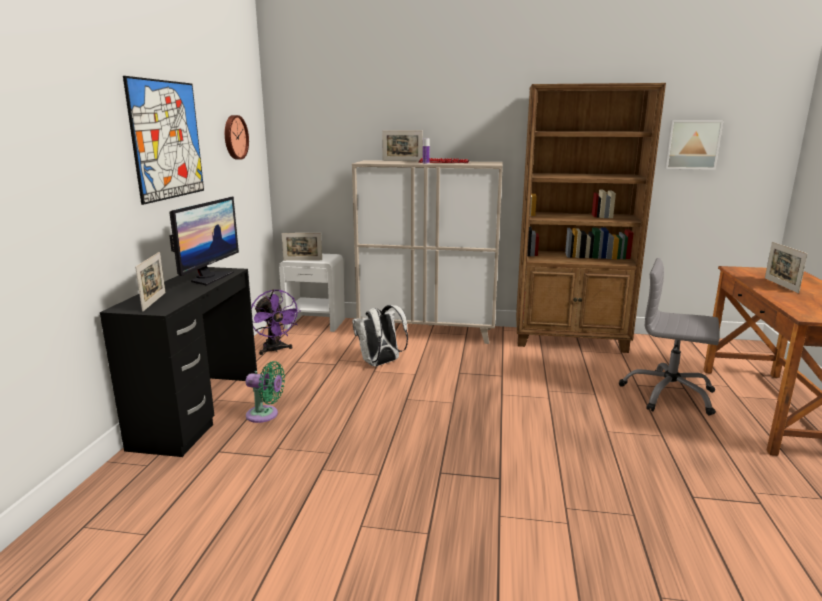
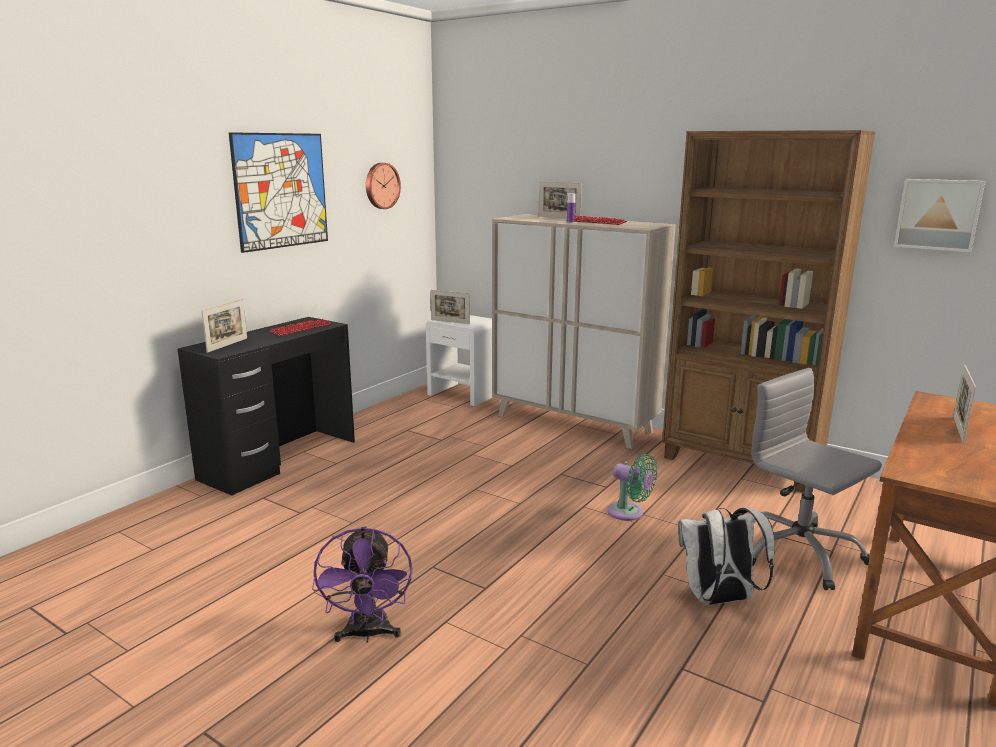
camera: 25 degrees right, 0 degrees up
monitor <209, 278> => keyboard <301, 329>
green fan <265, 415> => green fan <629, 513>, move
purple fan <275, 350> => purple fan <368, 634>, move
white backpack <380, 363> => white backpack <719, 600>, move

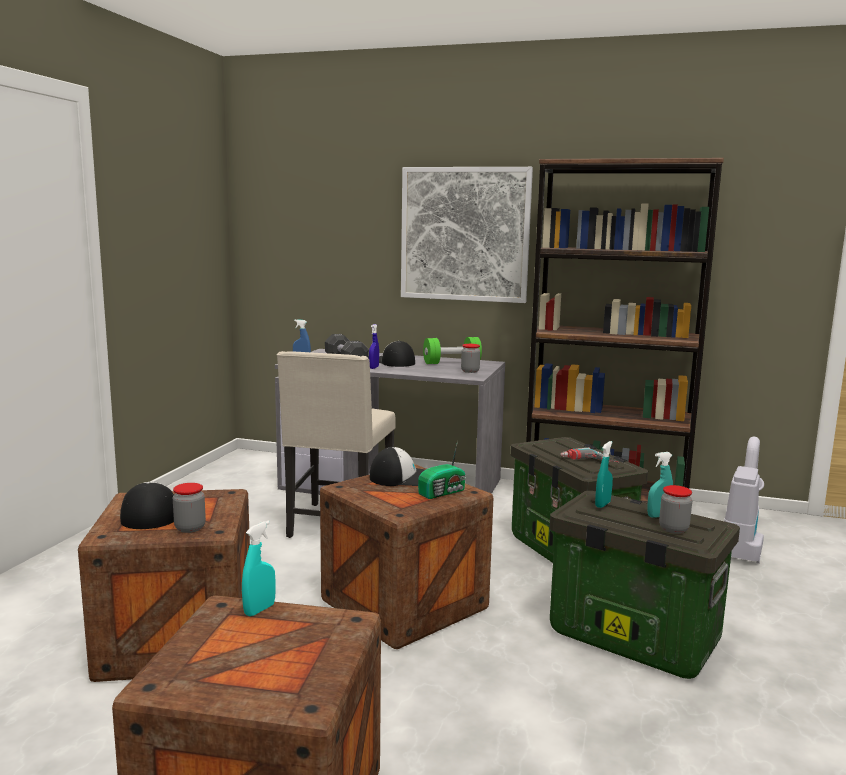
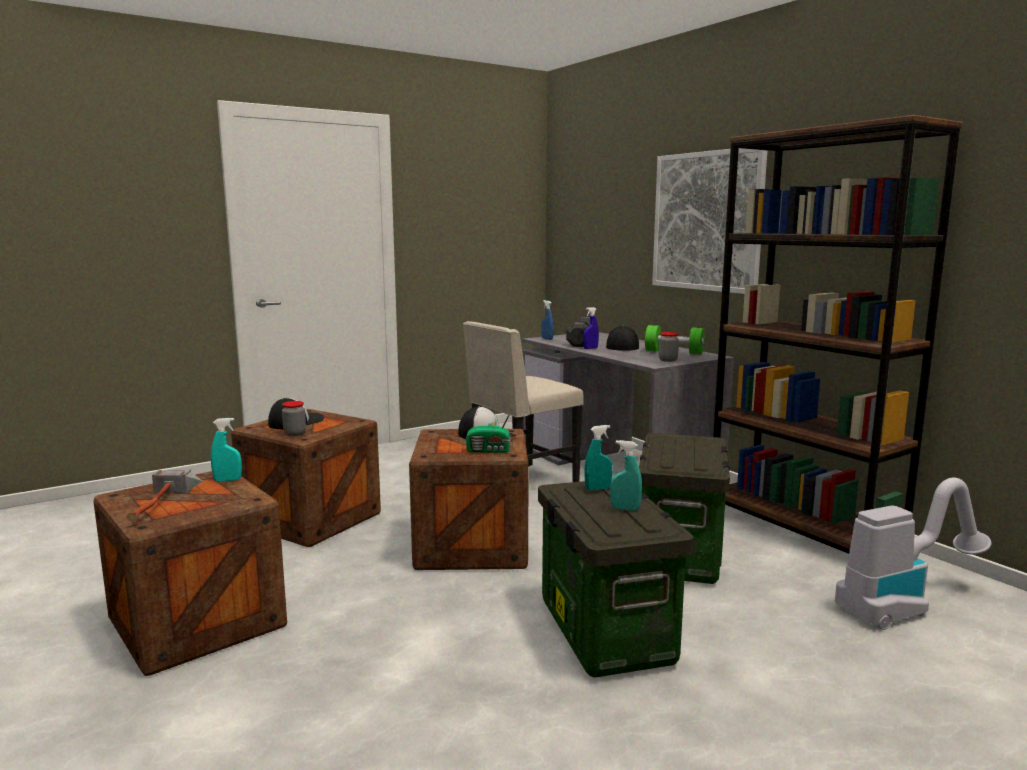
camera: 40 degrees right, 0 degrees up
power drill <588, 462> => nothing
jar <673, 529> => nothing
nothing => hammer <163, 506>

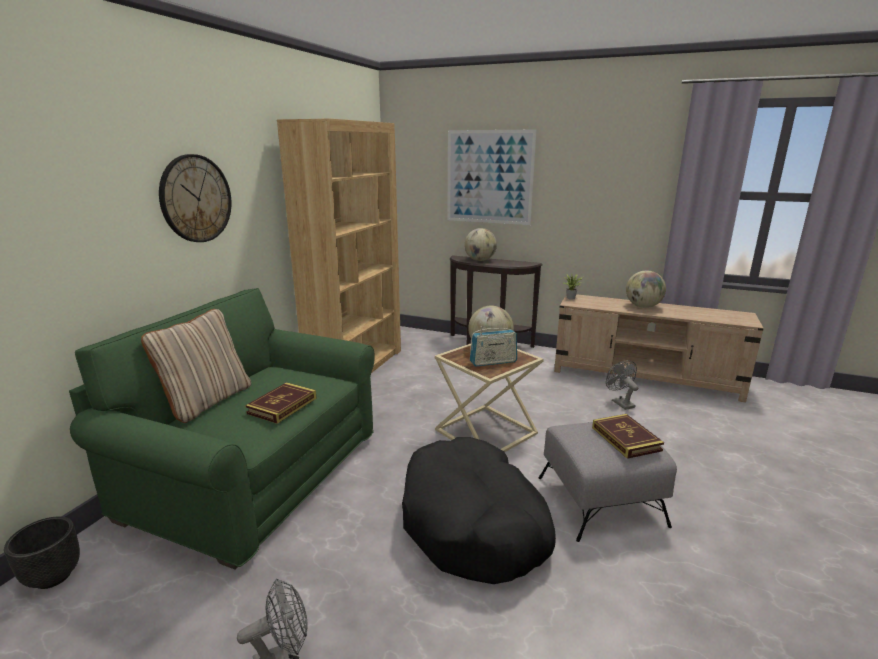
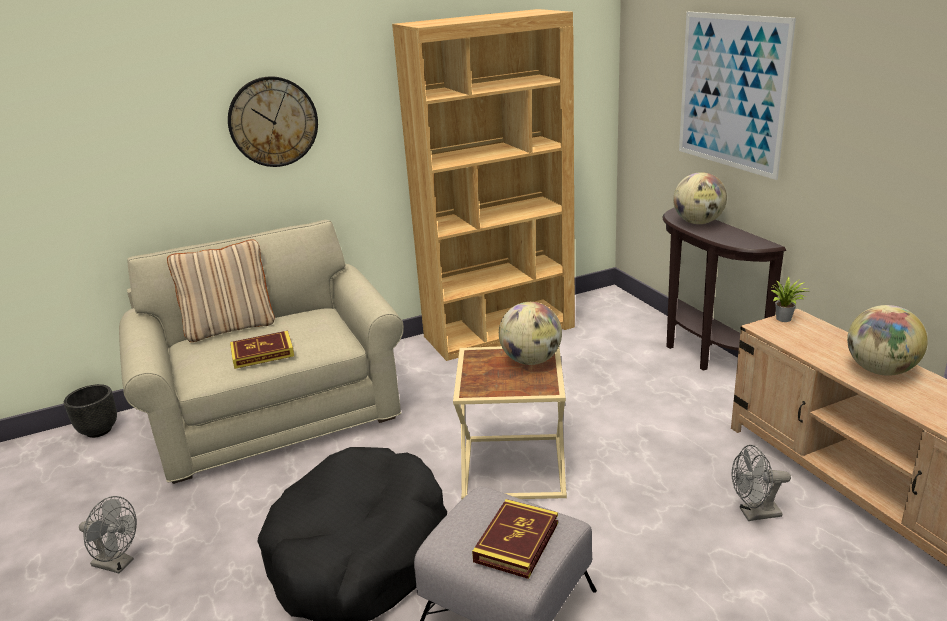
camera: 45 degrees right, 5 degrees up
green sofa <257, 475> => beige sofa <276, 413>
radio <493, 362> => nothing
grey fan <620, 402> => grey fan <754, 514>, 120 degrees counterclockwise

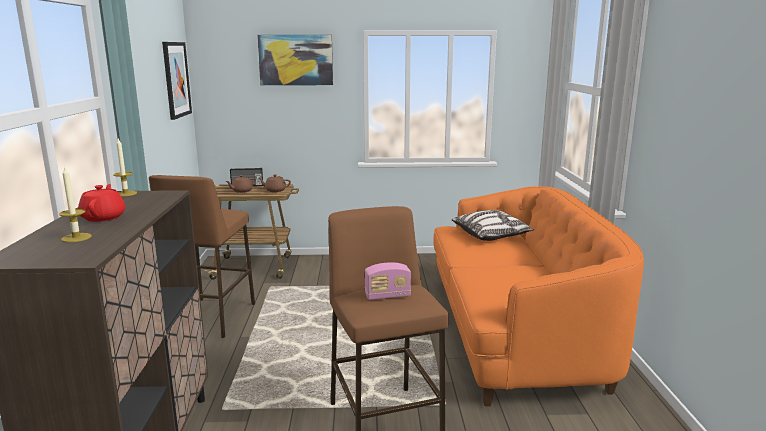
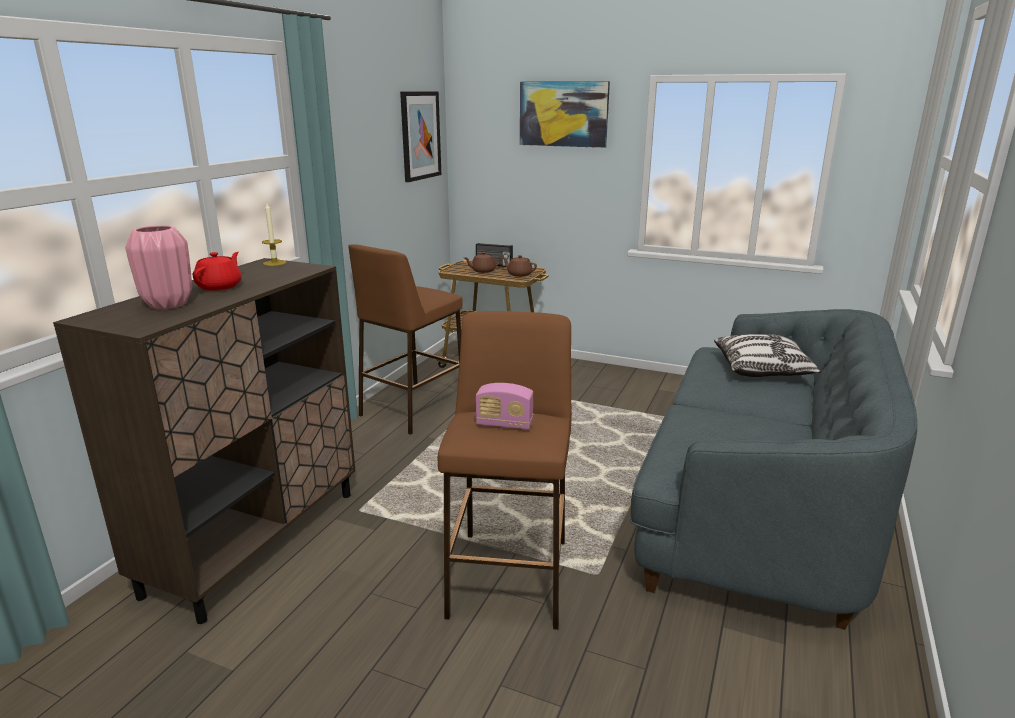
camera: 25 degrees right, 5 degrees up
candle <76, 237> => pink vase <169, 304>
orange sofa <514, 332> => grey sofa <757, 506>

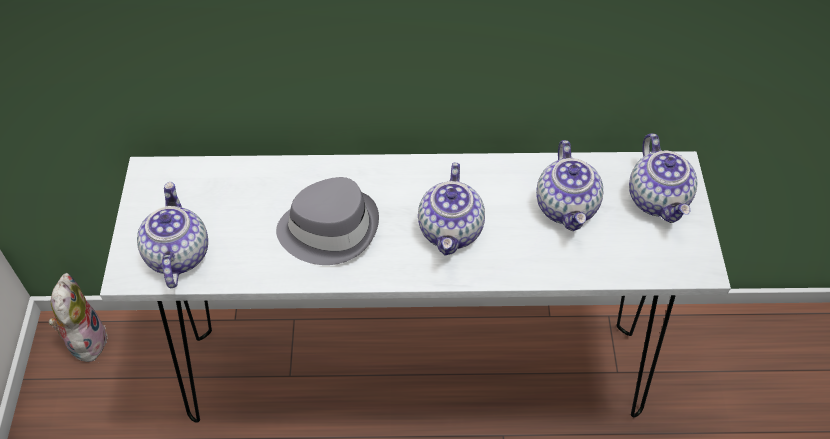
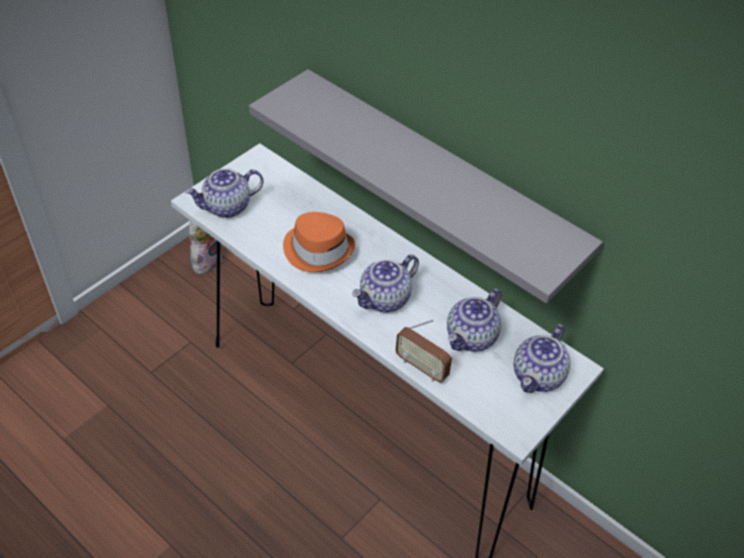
camera: 40 degrees right, 5 degrees down
teapot <177, 254> => teapot <227, 207>, 150 degrees counterclockwise
grey hat <329, 228> => orange hat <318, 249>
nothing => grey shelf <438, 179>
nothing => radio <421, 367>

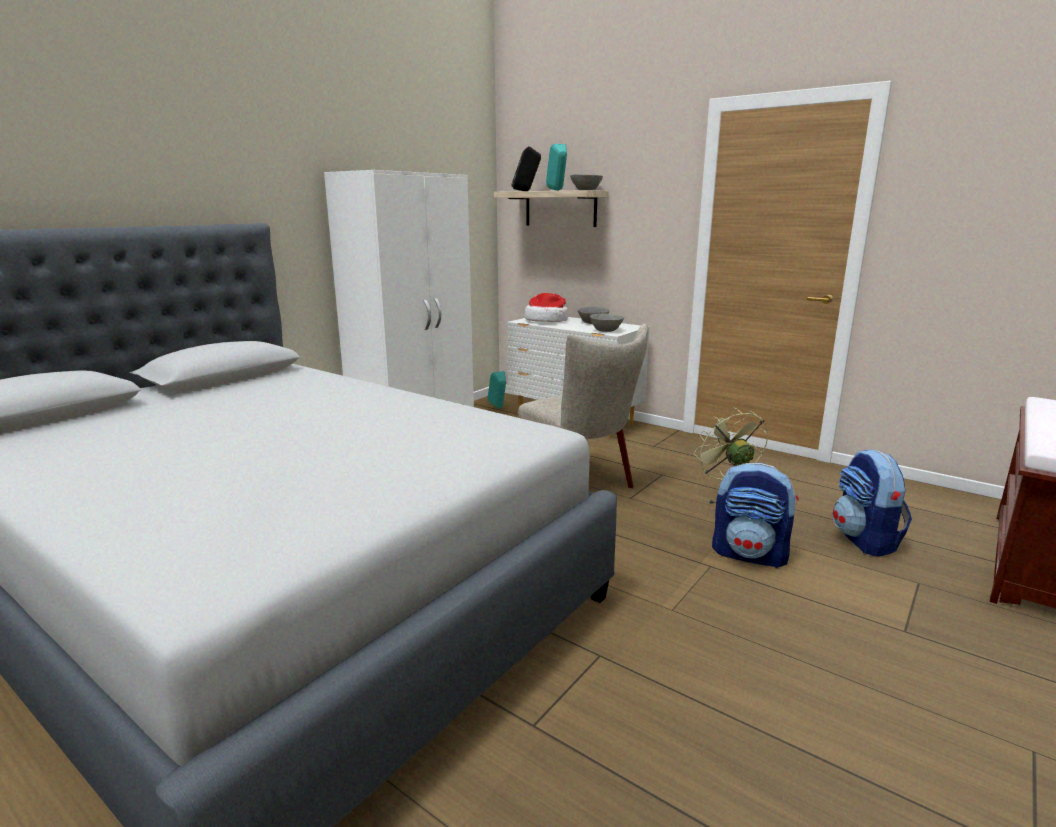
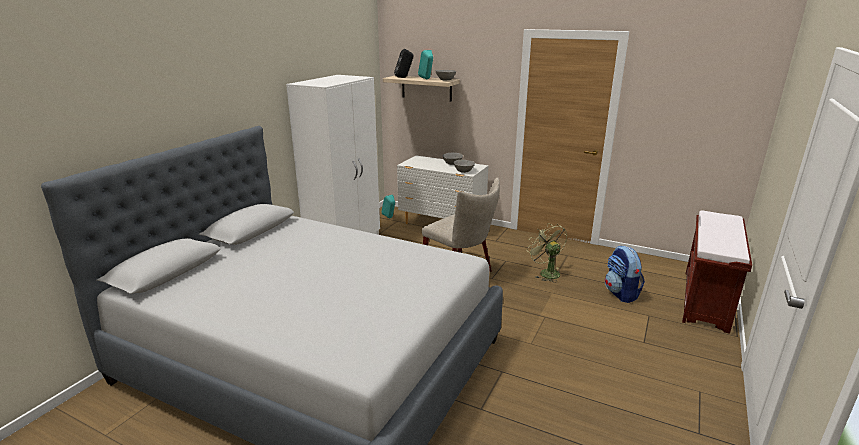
camera: 10 degrees left, 5 degrees up
hat <547, 320> => nothing
backpack <750, 554> => nothing

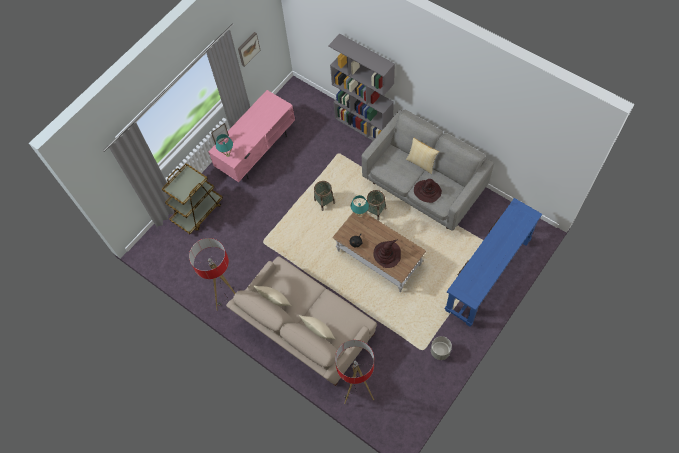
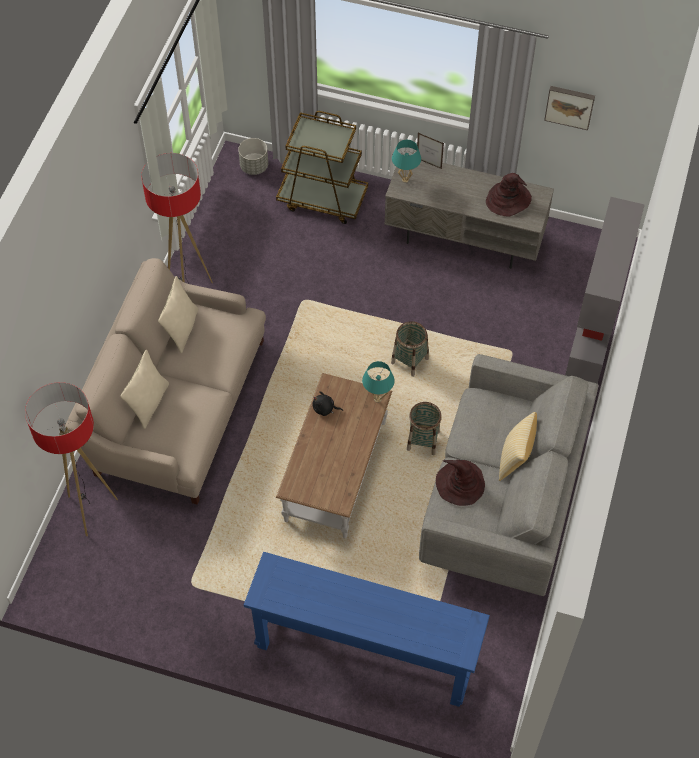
camera: 65 degrees right, 5 degrees down
pink tv stand <257, 150> => grey tv stand <465, 236>
brown hat <387, 254> => brown hat <508, 199>, move
grey planter <440, 351> => grey planter <254, 166>, move

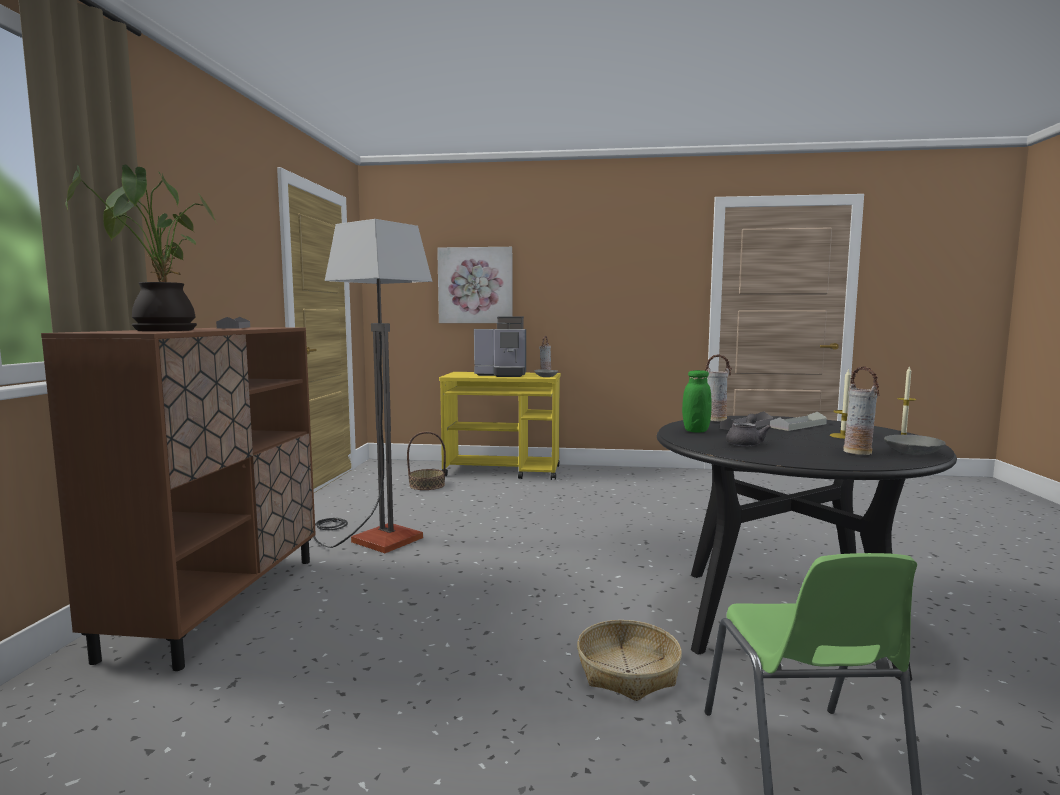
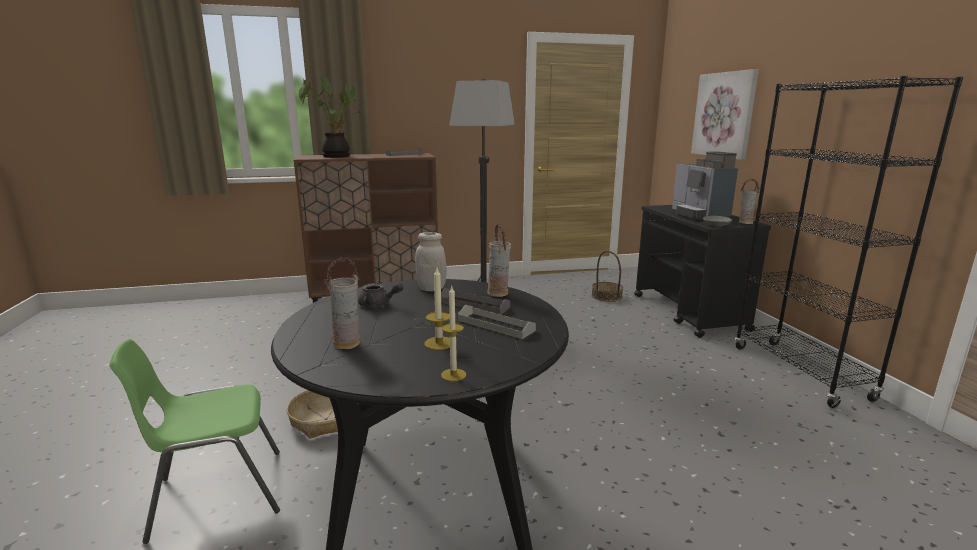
camera: 70 degrees right, 10 degrees up
yellow cart <503, 471> => black cart <689, 312>
green jar <695, 430> => white jar <431, 288>
grey bowl <913, 453> => nothing
nothing => black bookcase <800, 372>

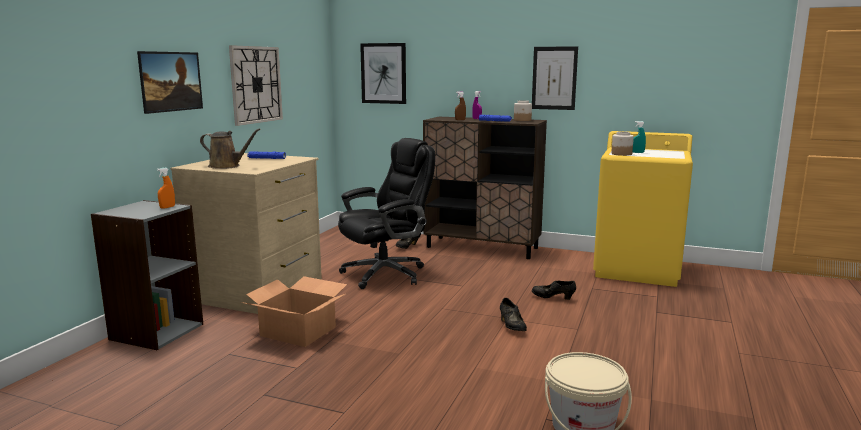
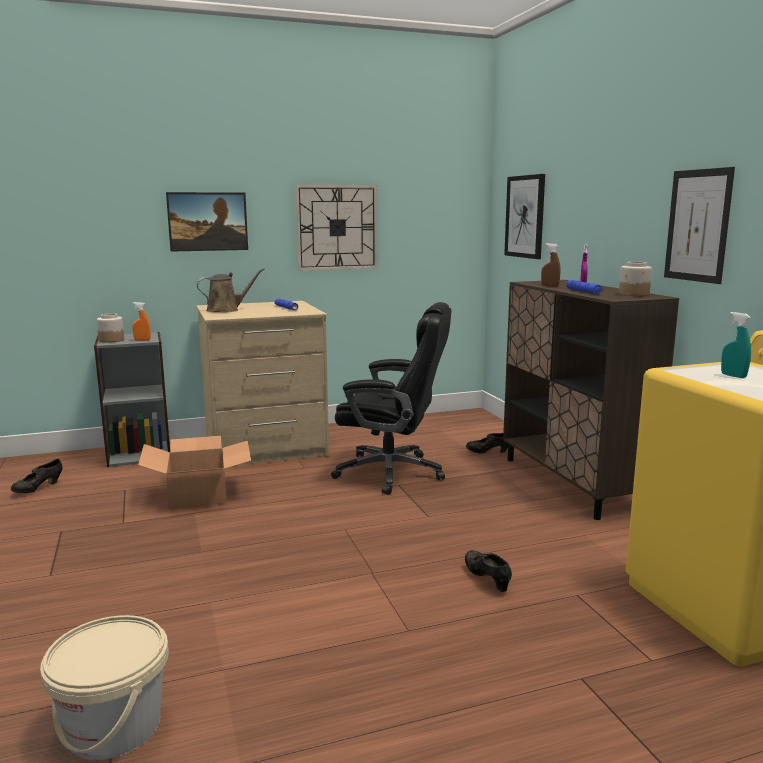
camera: 50 degrees right, 0 degrees up
brown watering can <227, 166> => brown watering can <226, 310>, 90 degrees counterclockwise
black shoe <512, 327> => black shoe <38, 489>, move
jar <621, 154> => jar <111, 340>, move

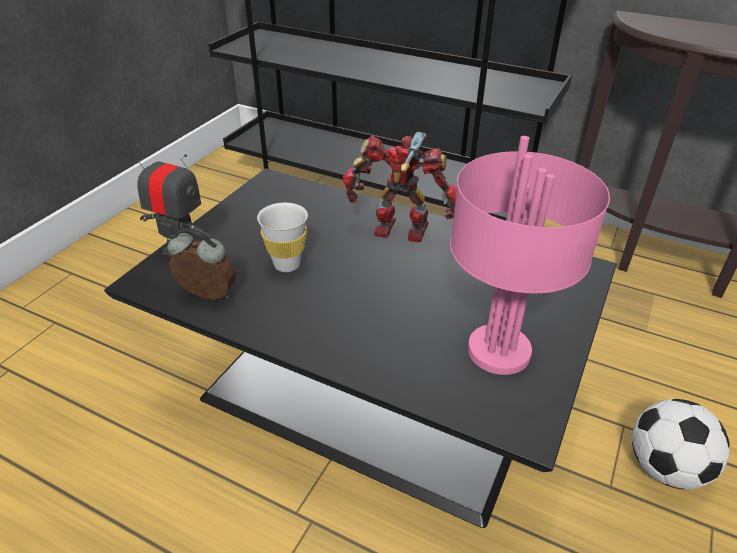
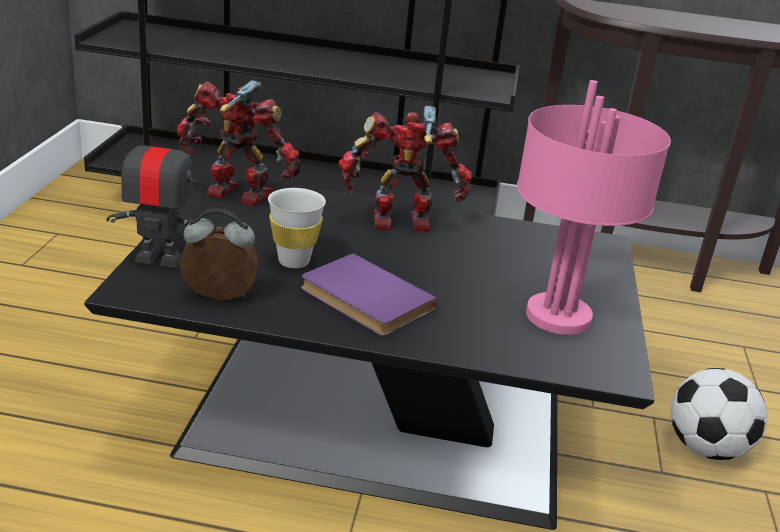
camera: 20 degrees left, 10 degrees down
nothing => toy robot <238, 196>
nothing => purple book <363, 300>

